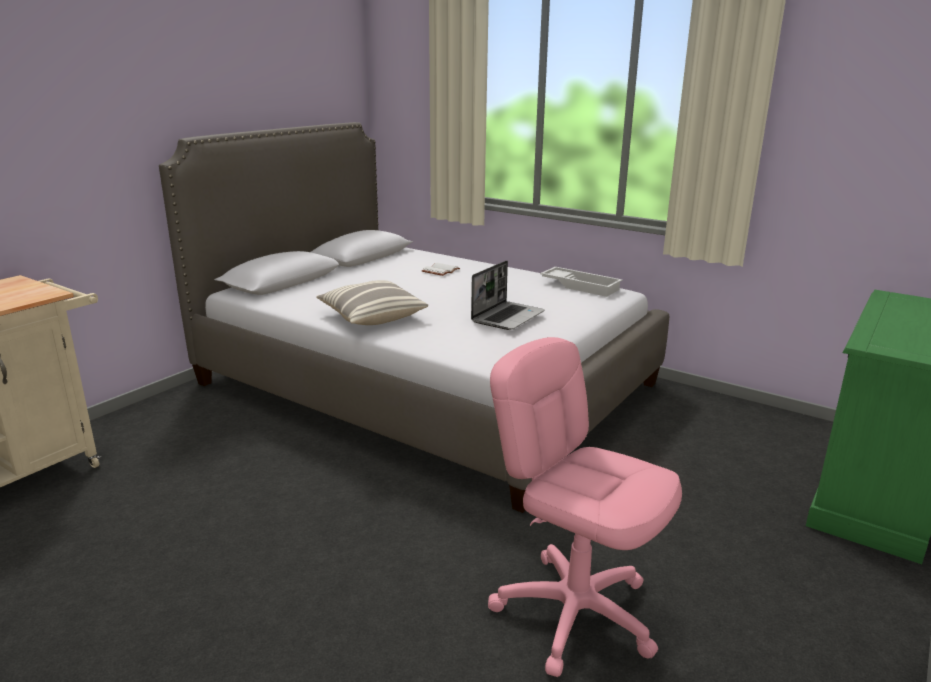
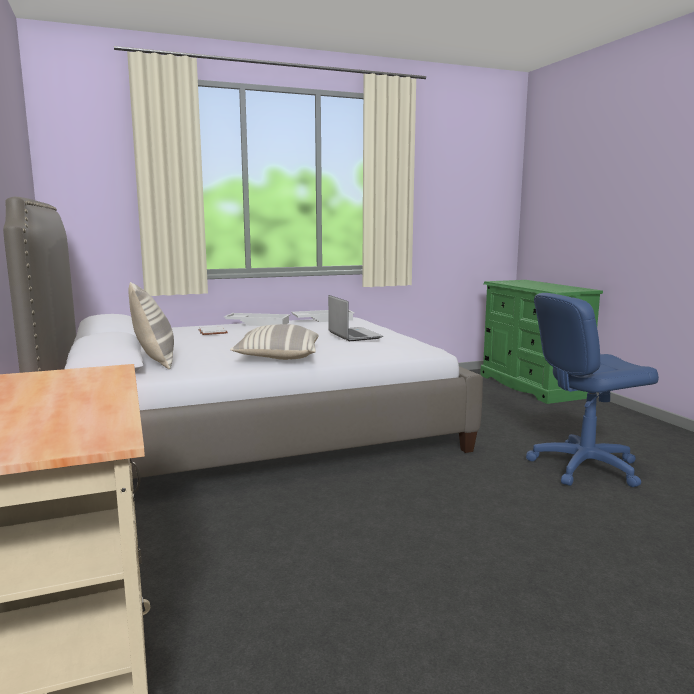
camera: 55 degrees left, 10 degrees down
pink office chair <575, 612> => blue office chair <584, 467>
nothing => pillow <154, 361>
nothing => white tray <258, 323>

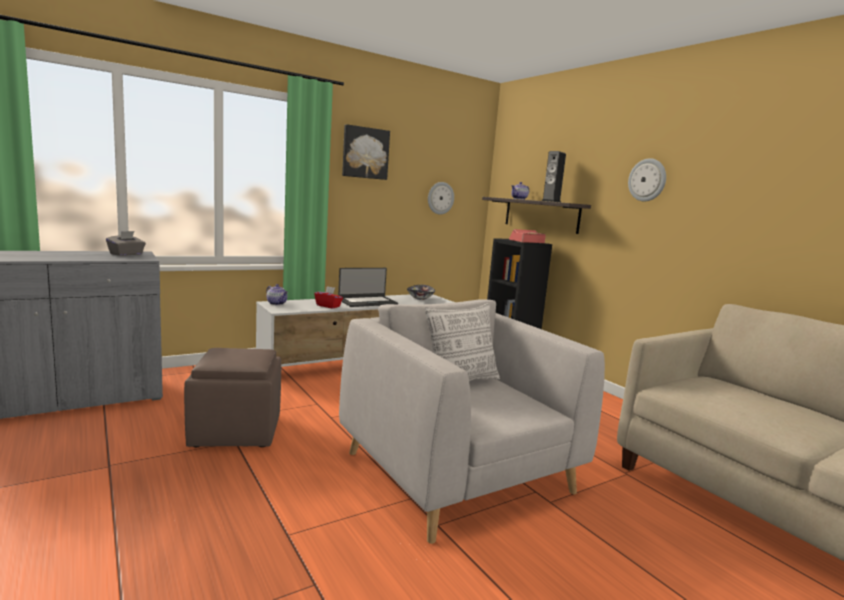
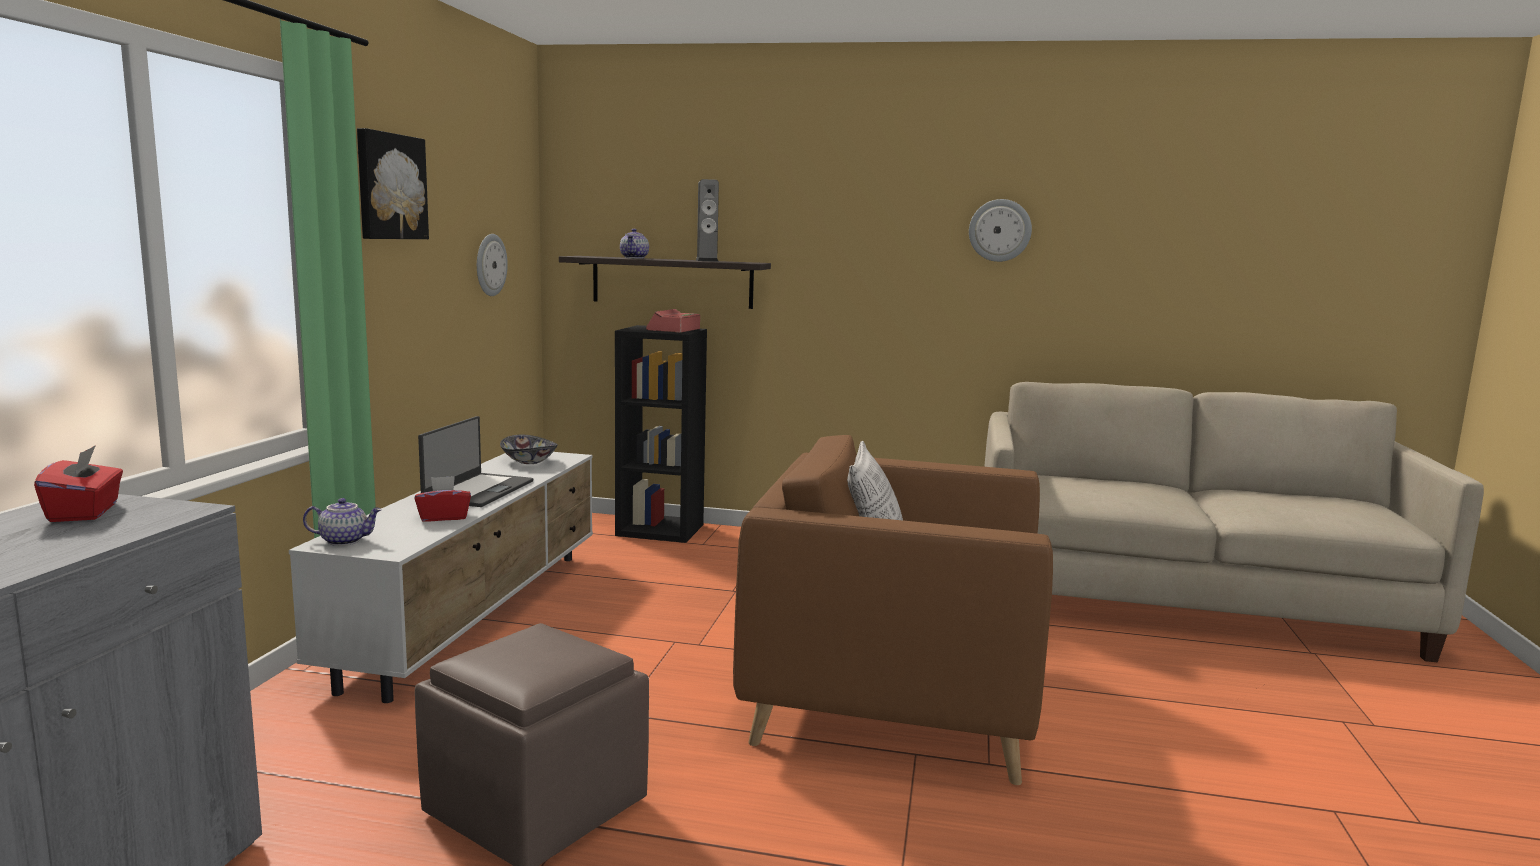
camera: 45 degrees left, 0 degrees up
grey tissue box <126, 254> => red tissue box <85, 512>
grey armchair <457, 471> => brown armchair <893, 698>
wall clock <647, 180> => wall clock <999, 230>, move

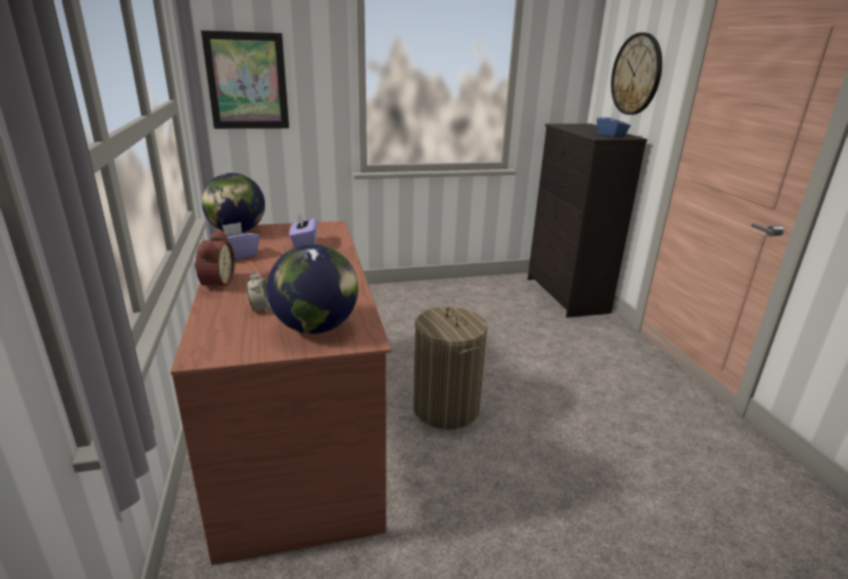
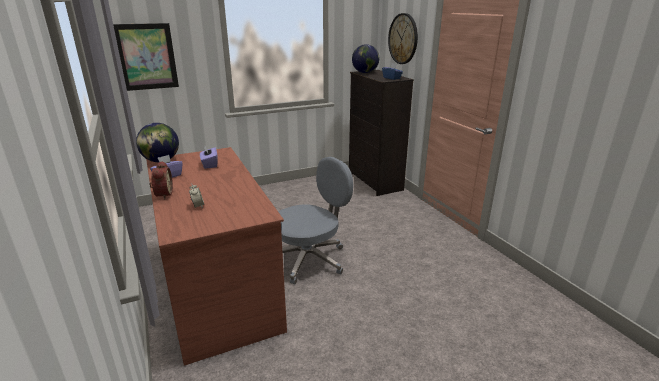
camera: 10 degrees left, 0 degrees up
globe <315, 328> => globe <365, 73>, move
laundry basket <446, 408> => grey office chair <310, 259>

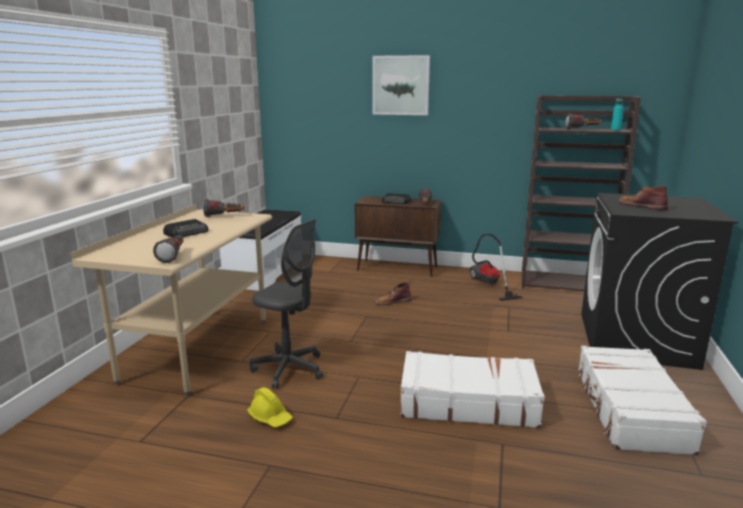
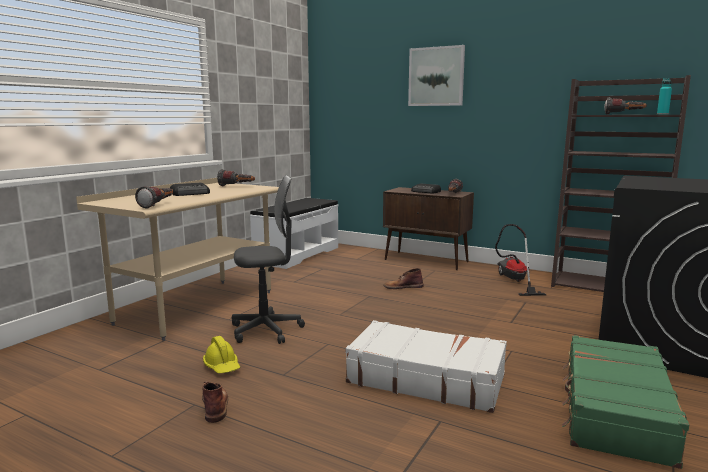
camera: 15 degrees right, 5 degrees down
grey office chair <289, 369> => grey office chair <266, 330>, 60 degrees counterclockwise
white suitcase <629, 410> => green suitcase <614, 411>
brown boot <642, 206> => brown boot <215, 404>, move

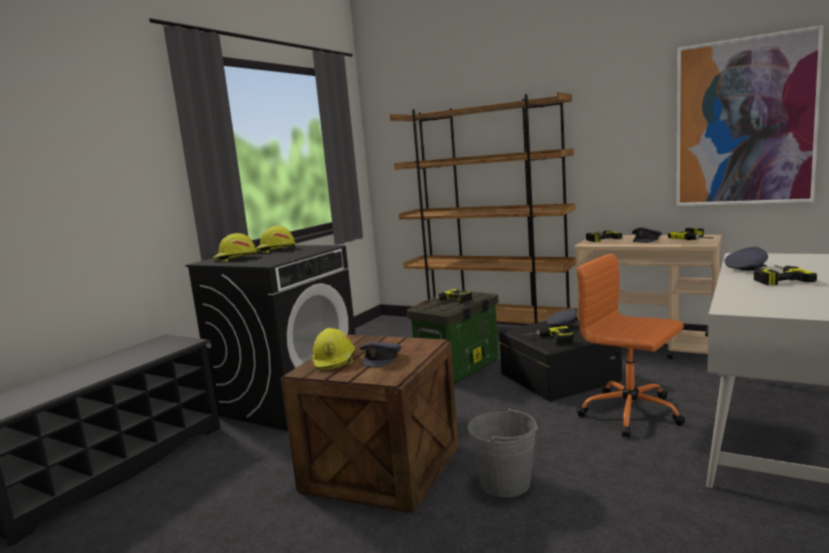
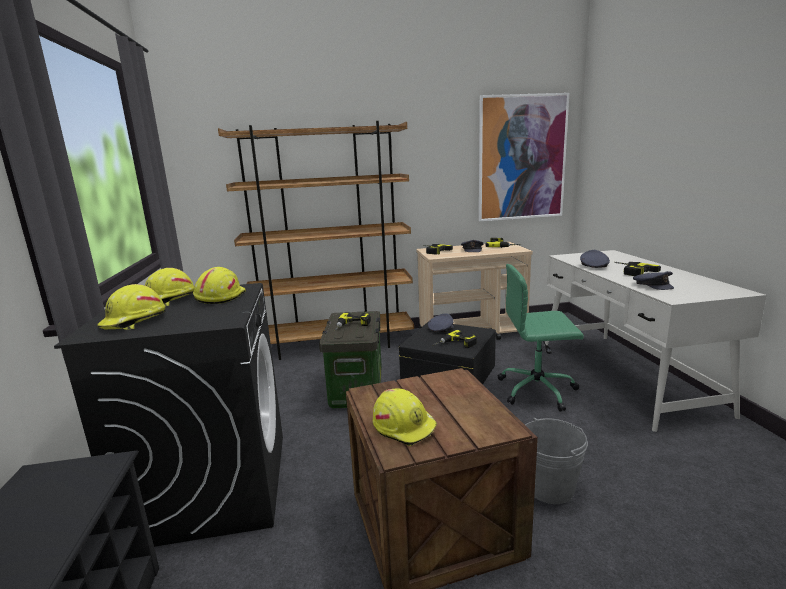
camera: 40 degrees left, 5 degrees up
grey cap <381, 359> => grey cap <653, 285>, move
orange office chair <632, 413> => green office chair <538, 390>
nothing => yellow hard hat <220, 297>

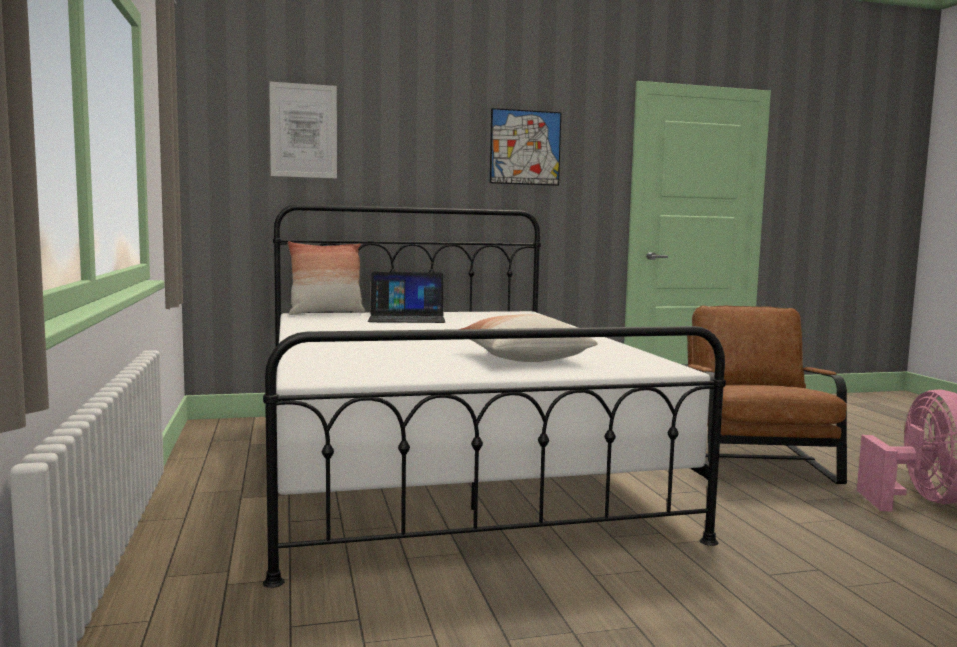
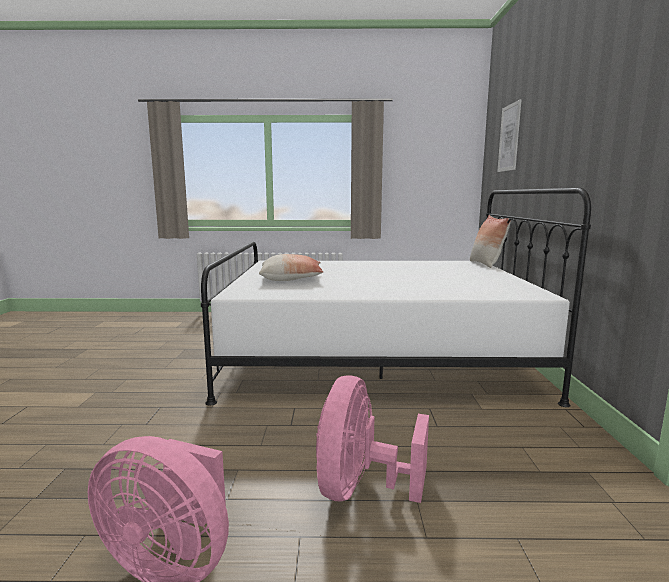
camera: 105 degrees right, 5 degrees up
laptop <407, 318> => nothing
picture <525, 147> => nothing
brown armchair <753, 460> => pink fan <361, 488>

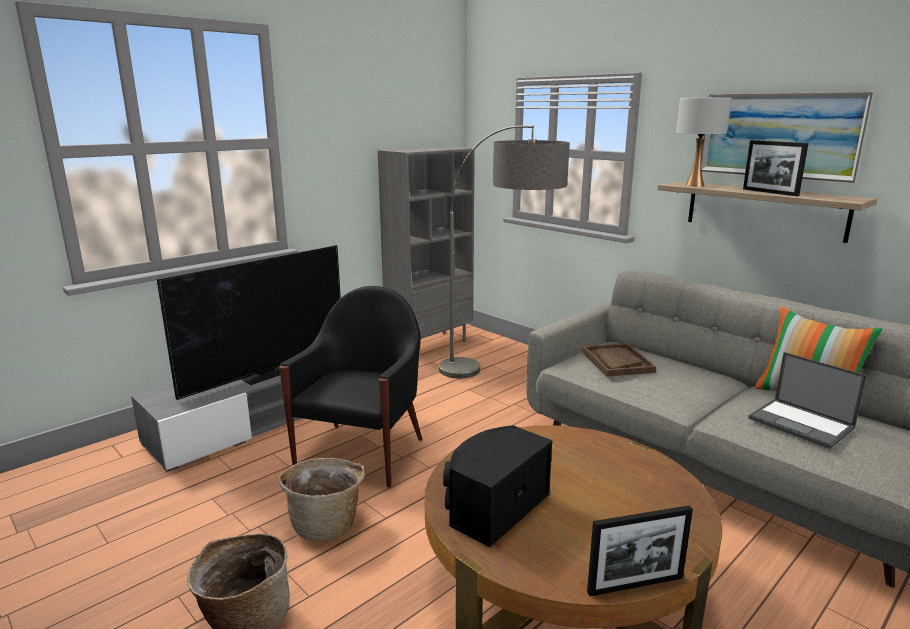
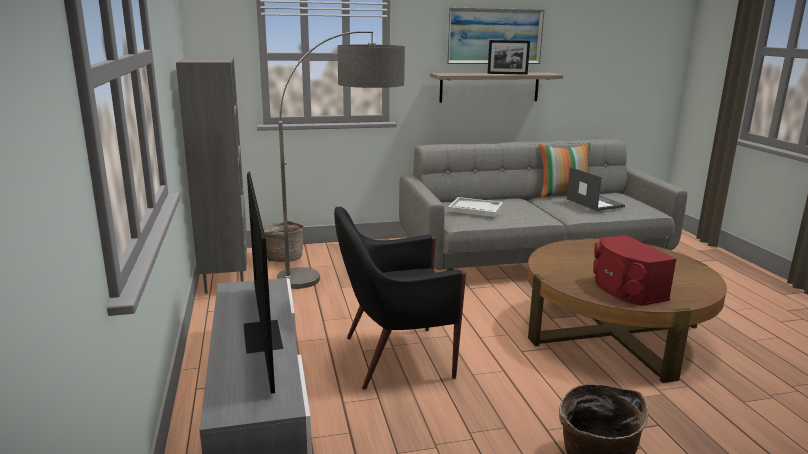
camera: 60 degrees left, 0 degrees up
basket <326, 523> => basket <283, 258>, move
black armchair <362, 453> => black armchair <395, 357>, 60 degrees counterclockwise
black speaker <494, 506> => red speaker <625, 289>
brown tray <617, 361> => white tray <475, 209>
picture frame <635, 585> => nothing
white table lamp <695, 185> => nothing
laptop <802, 423> => laptop <594, 202>, 105 degrees counterclockwise

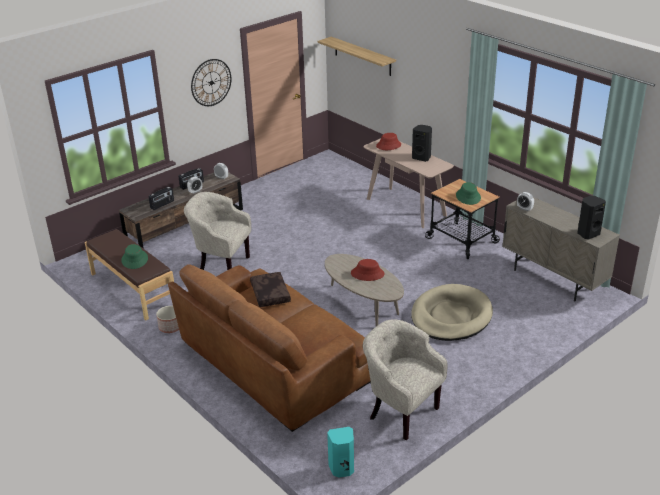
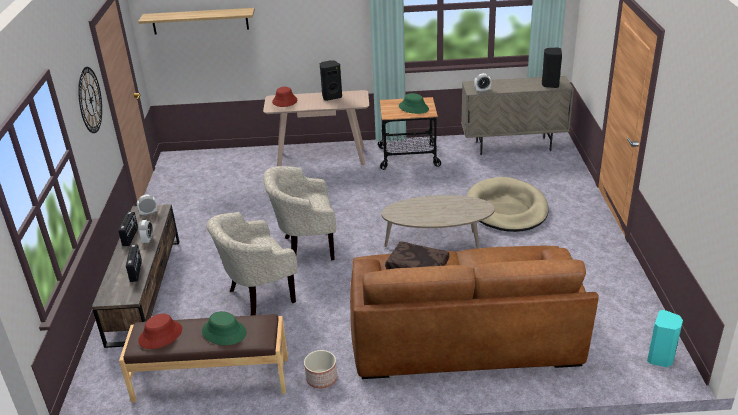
camera: 50 degrees left, 0 degrees up
red hat <367, 273> => red hat <160, 335>, move
beige armchair <400, 412> => beige armchair <305, 248>, move

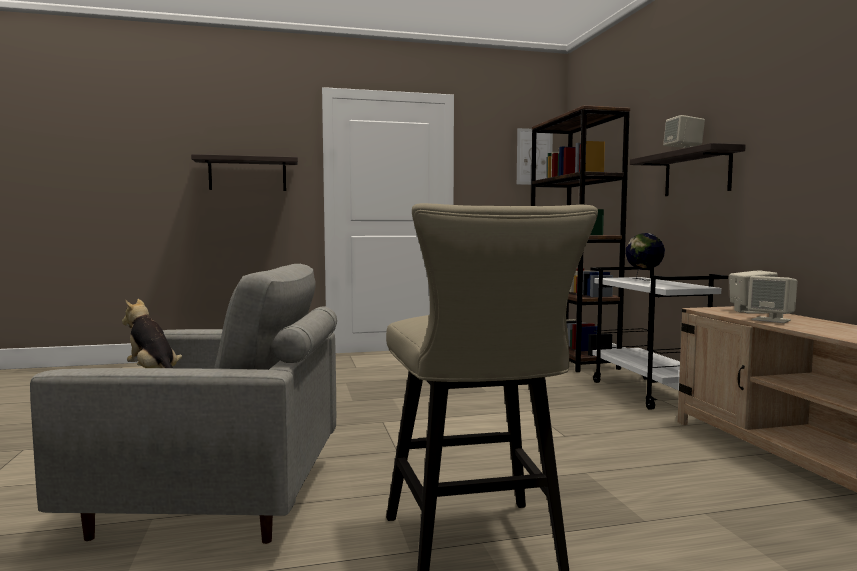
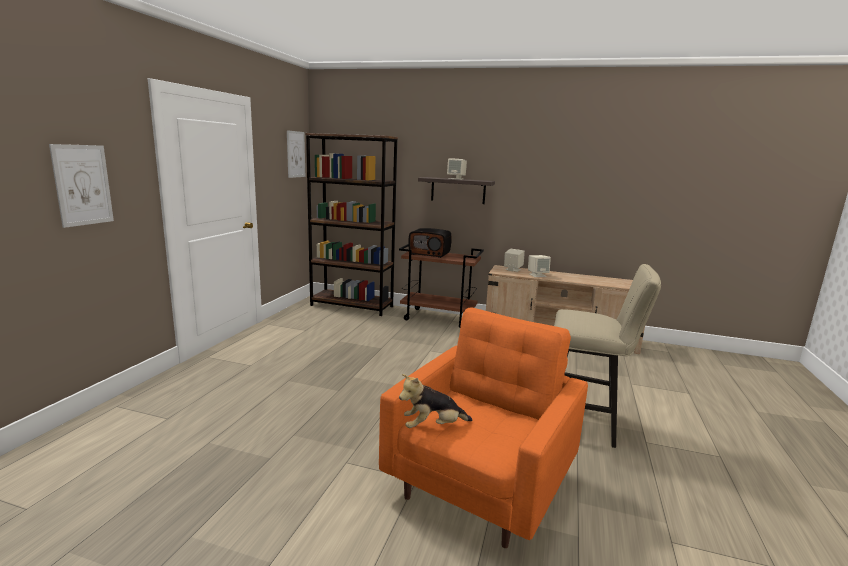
camera: 60 degrees left, 10 degrees up
grey armchair <215, 502> => orange armchair <482, 484>
shelf <247, 174> => picture <83, 185>
white cart <649, 393> => brown cart <439, 318>
globe <643, 280> => radio <430, 253>

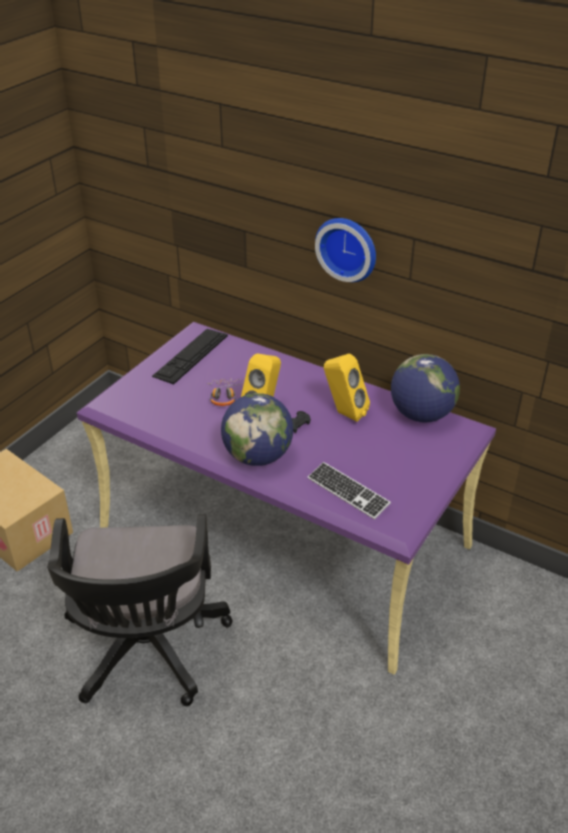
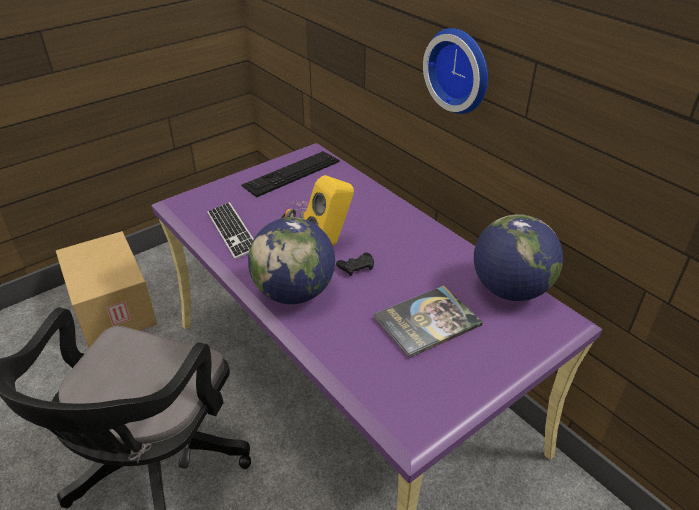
camera: 20 degrees right, 0 degrees up
keyboard <348, 492> => keyboard <232, 231>, move
yellow speaker <343, 413> => nothing
nothing => book <427, 321>

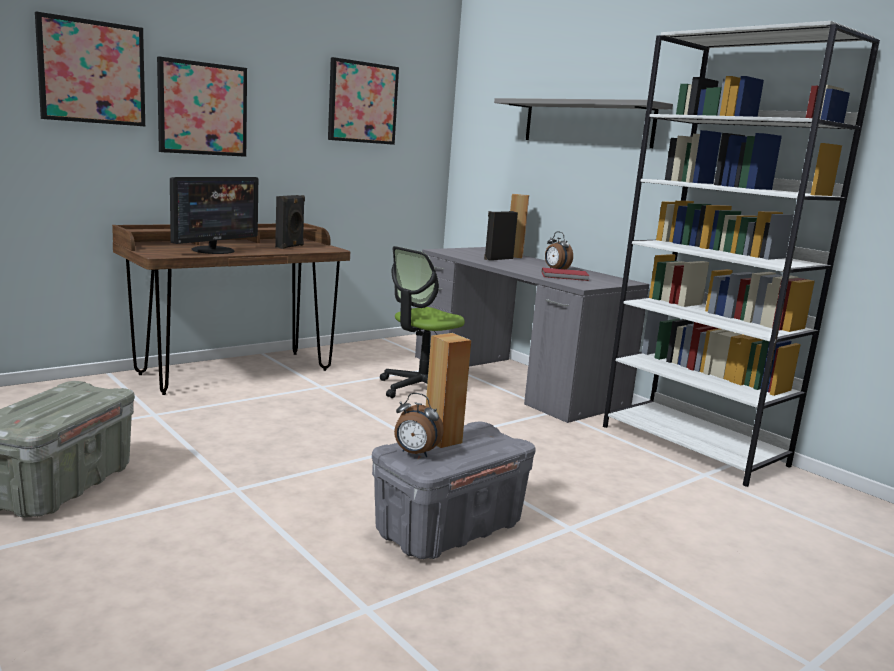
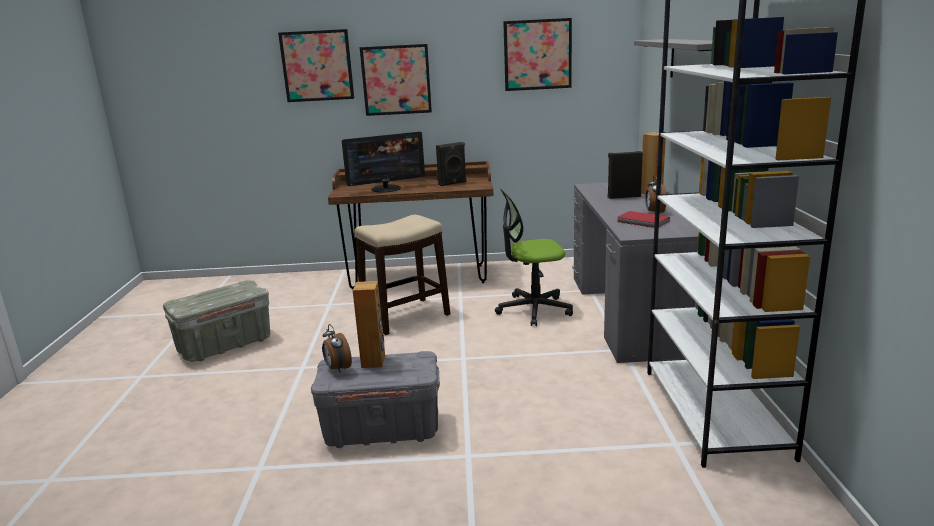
camera: 40 degrees right, 5 degrees up
nothing => stool <404, 316>

